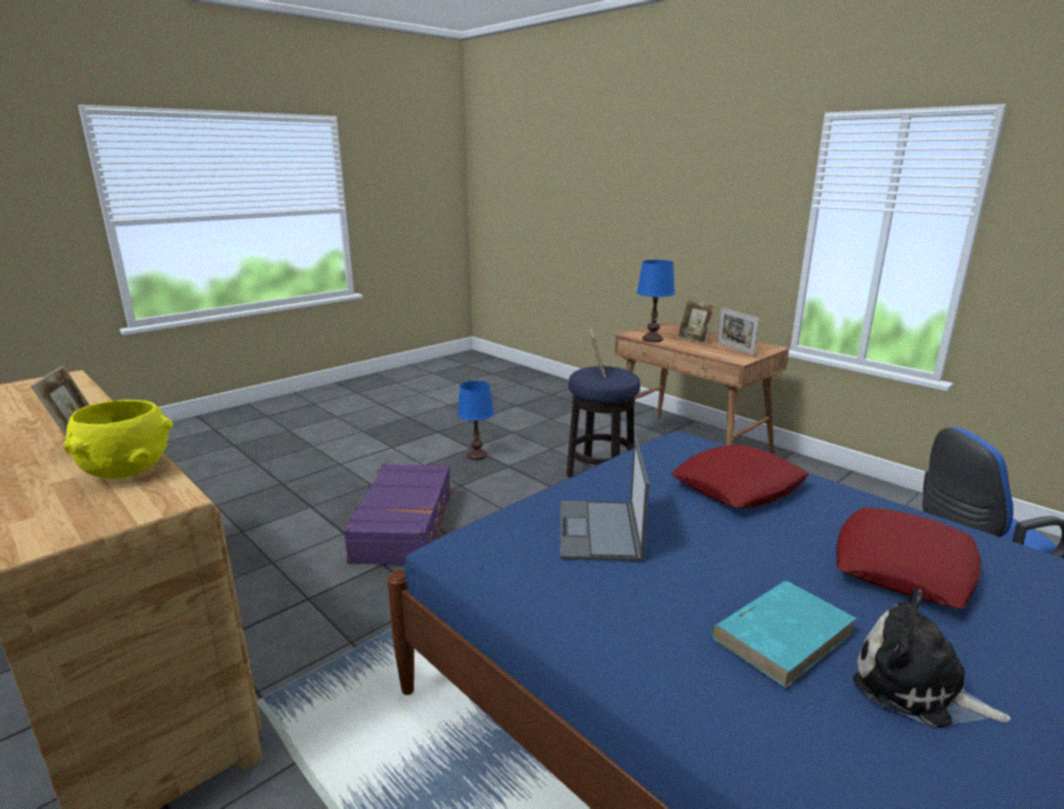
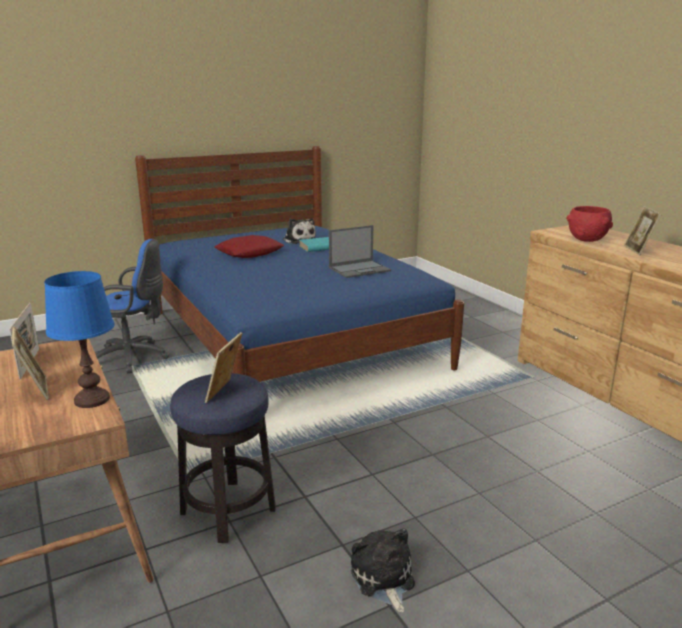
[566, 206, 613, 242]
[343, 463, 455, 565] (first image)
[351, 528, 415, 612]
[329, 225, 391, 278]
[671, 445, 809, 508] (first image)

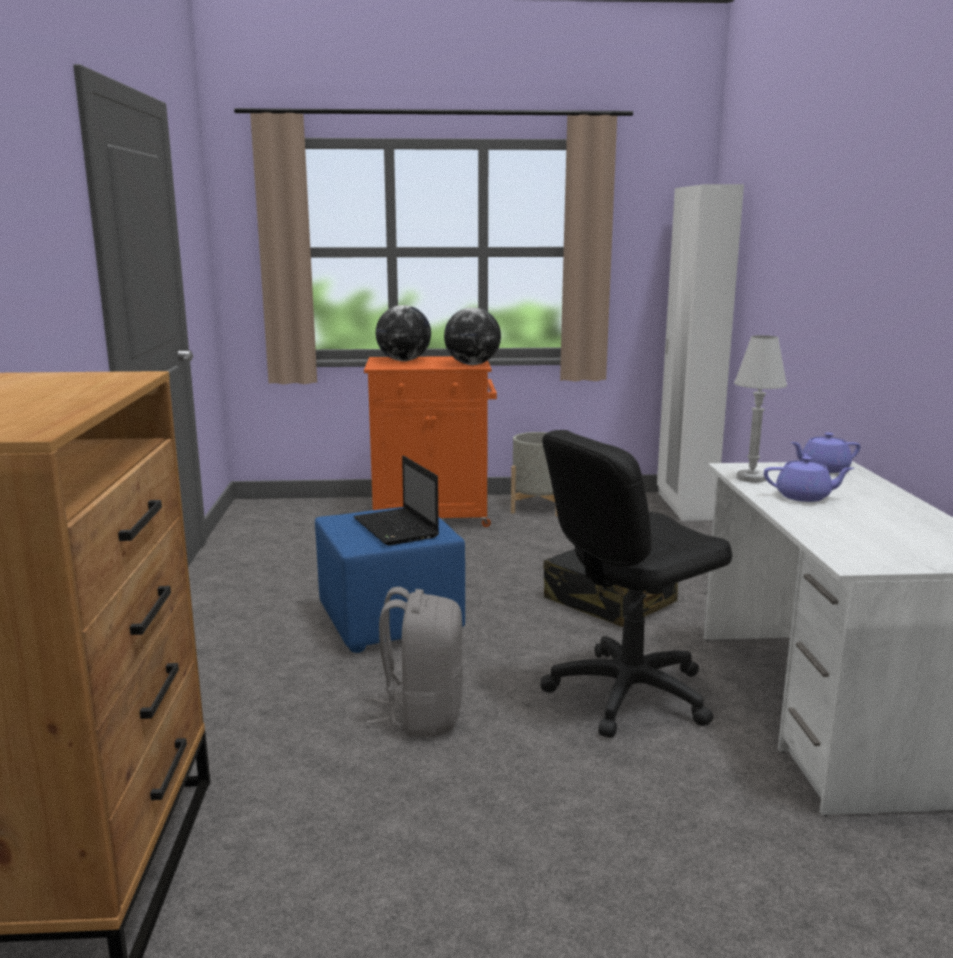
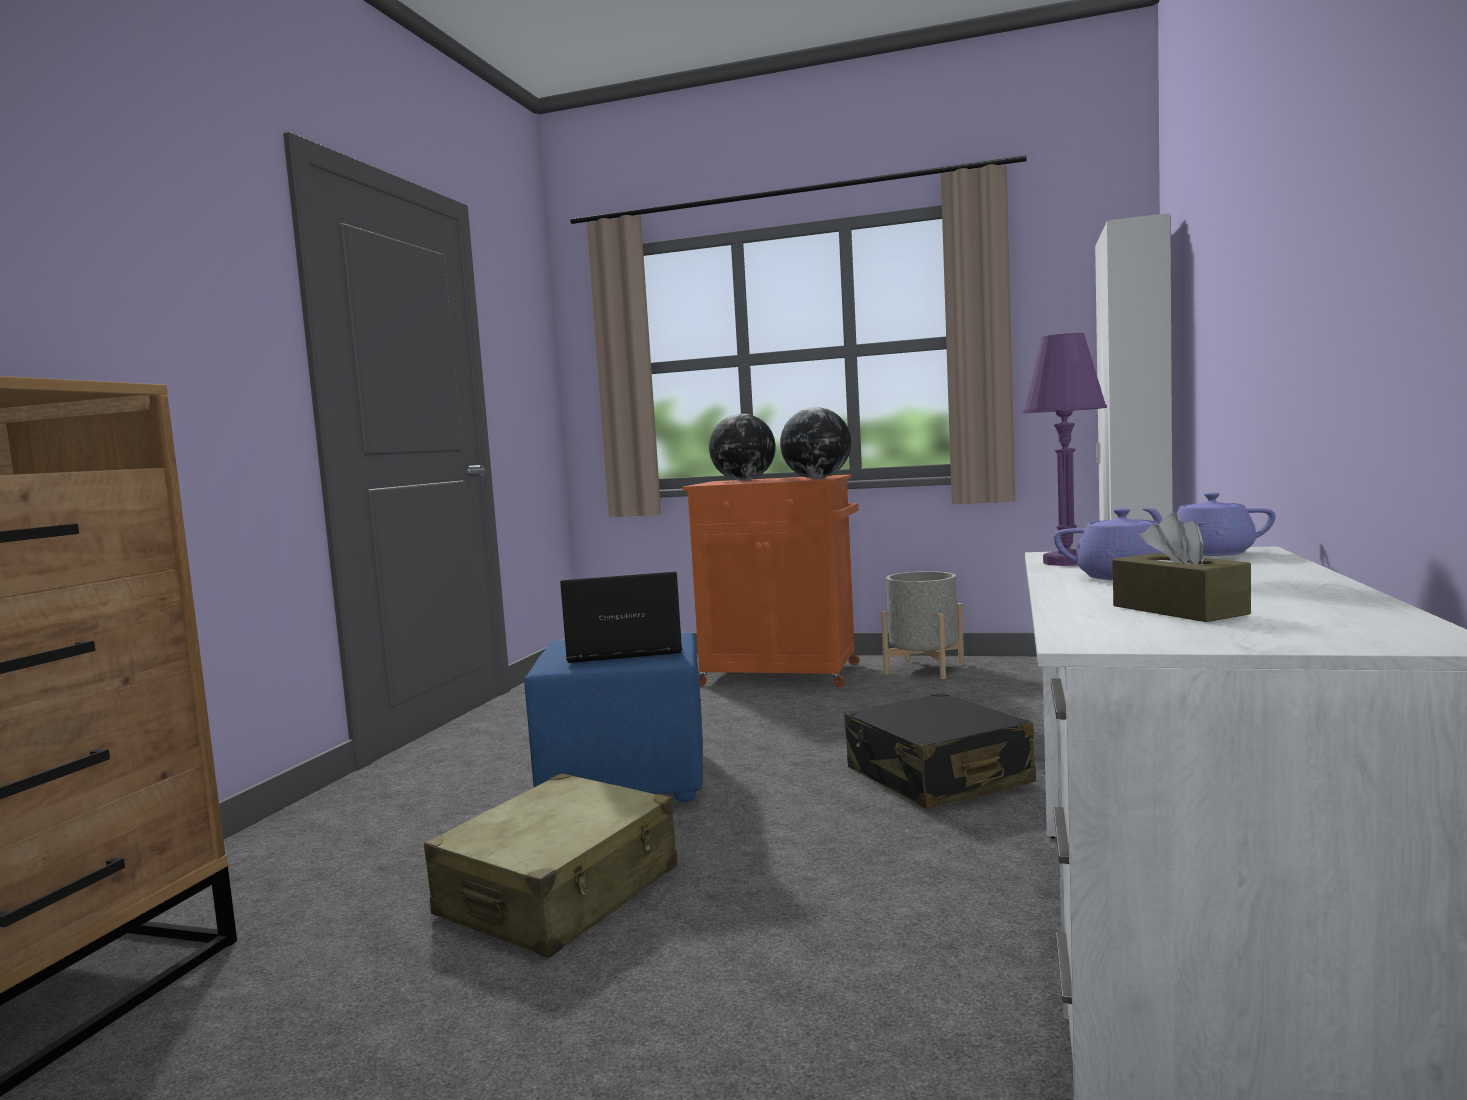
[560, 571, 682, 663]
[424, 773, 677, 958]
[541, 430, 732, 738] (first image)
[1023, 333, 1107, 566]
[1113, 513, 1251, 622]

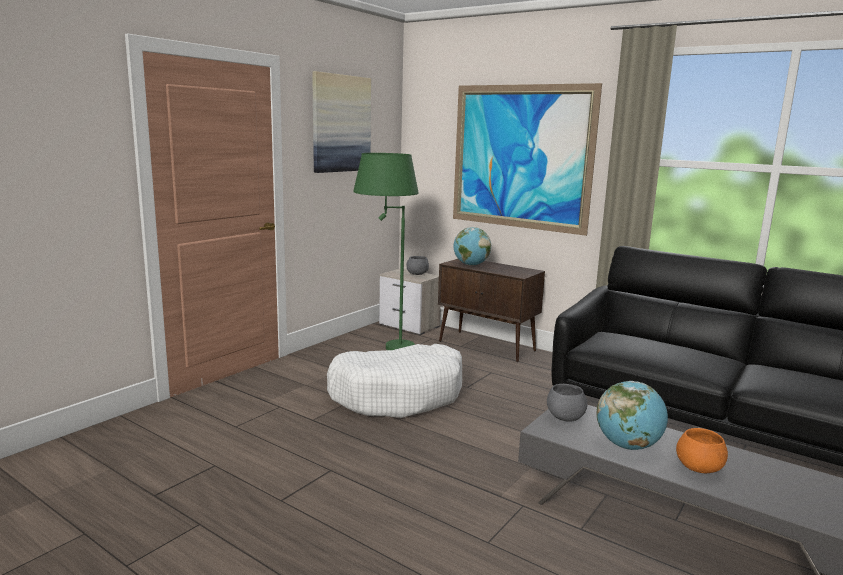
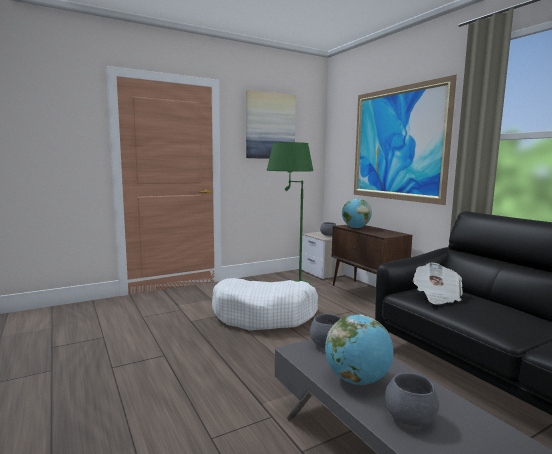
[385, 373, 439, 426]
[413, 263, 463, 305]

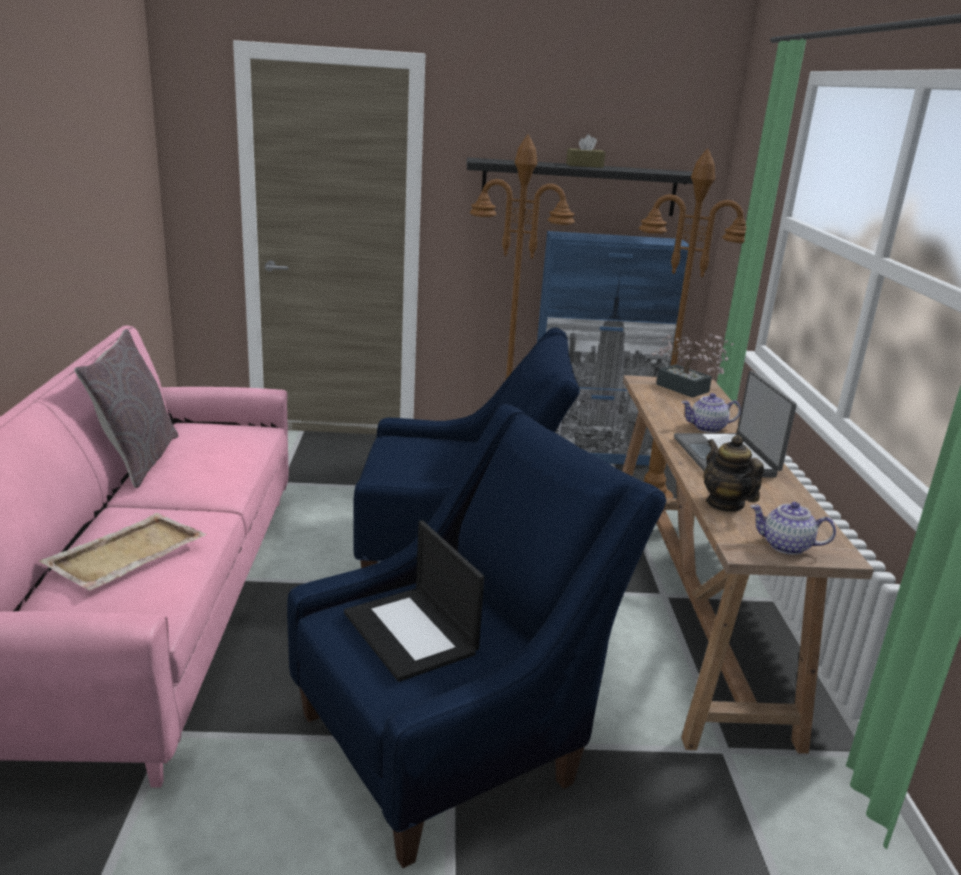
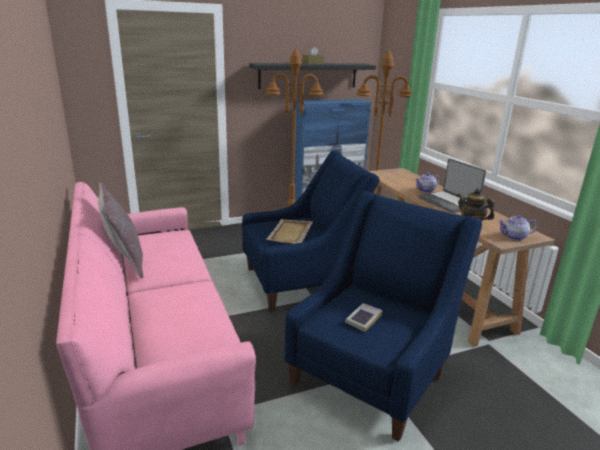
[266, 219, 313, 244]
[345, 303, 383, 332]
[651, 334, 734, 397] (first image)

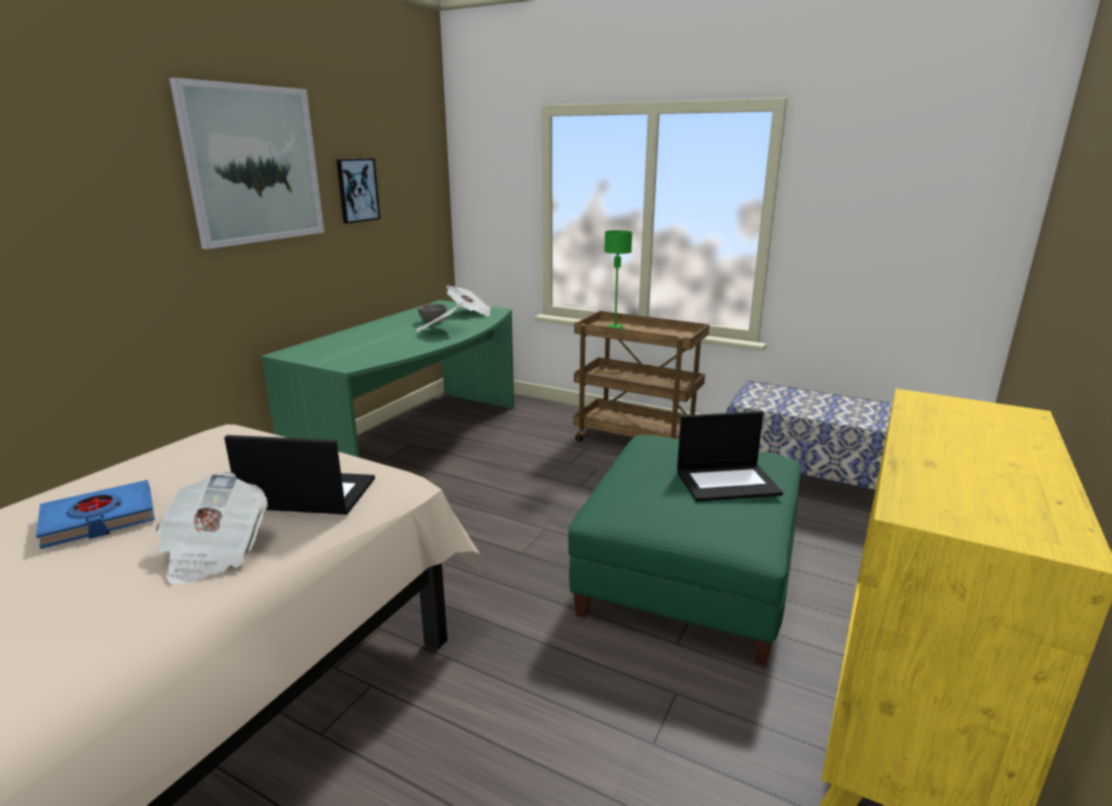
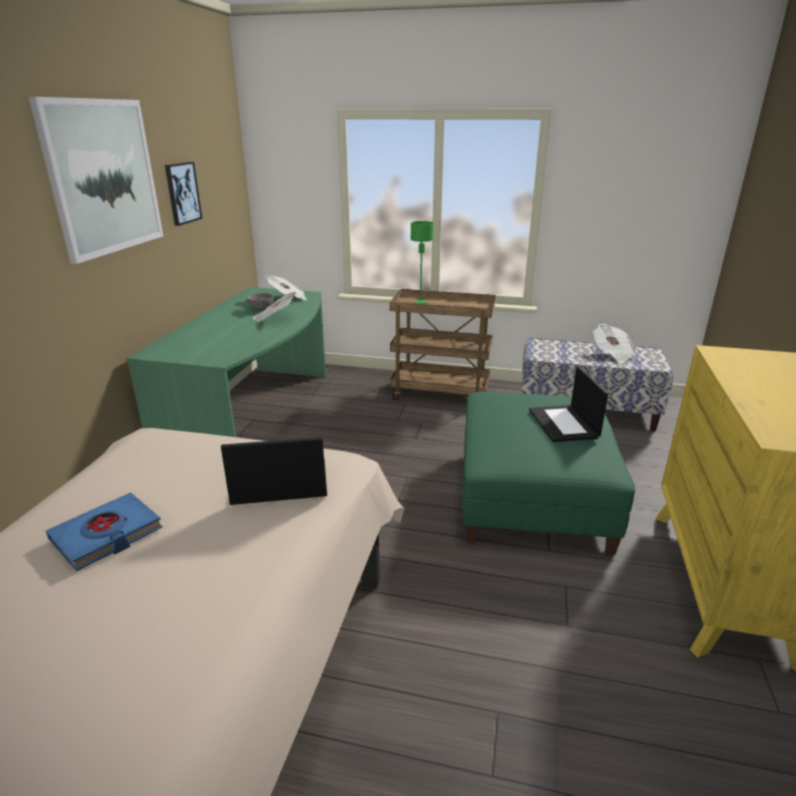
[593, 324, 637, 363]
[529, 366, 608, 442]

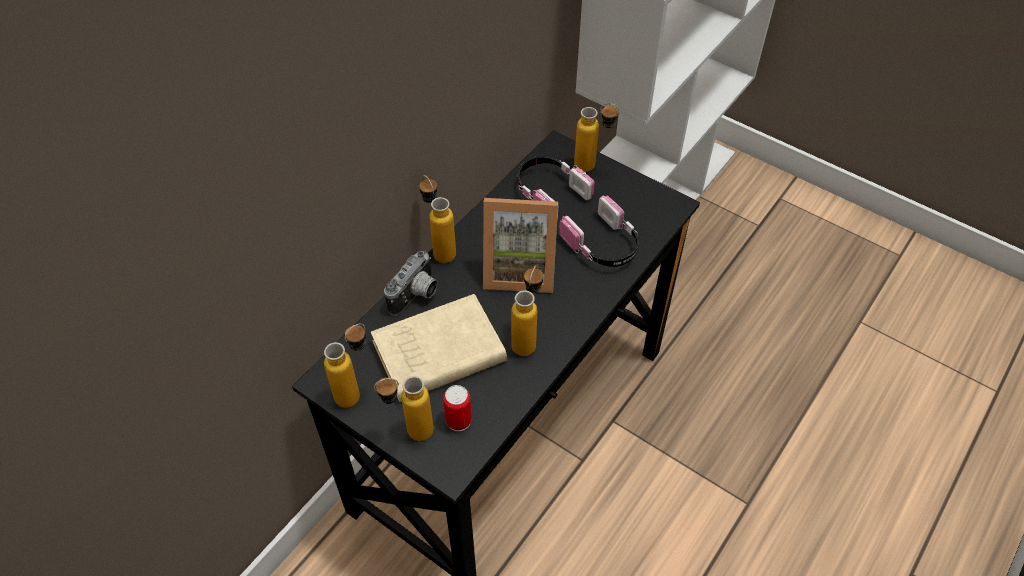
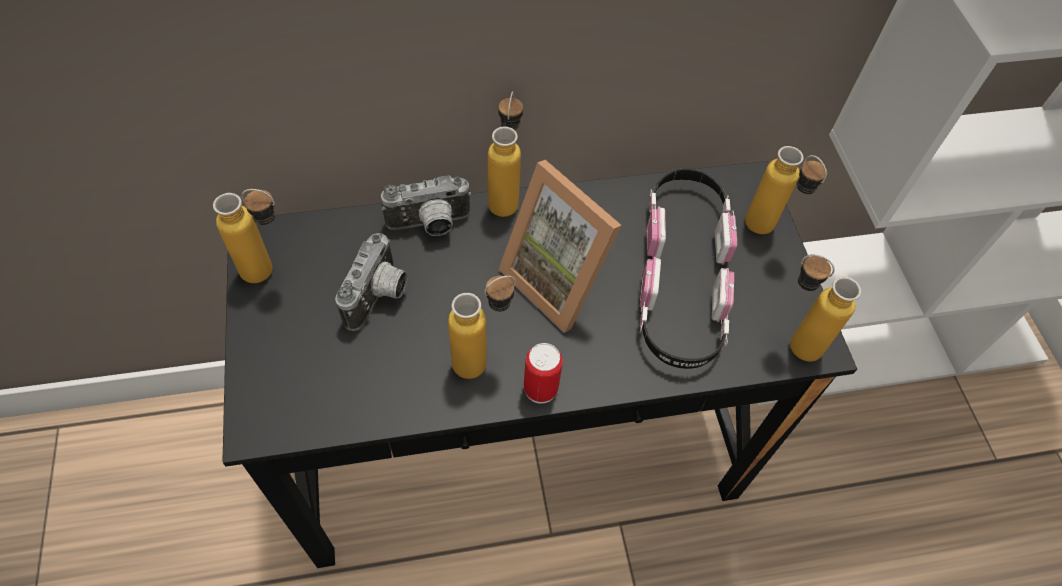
[335, 233, 407, 331]
[790, 254, 861, 361]
[524, 343, 563, 404]

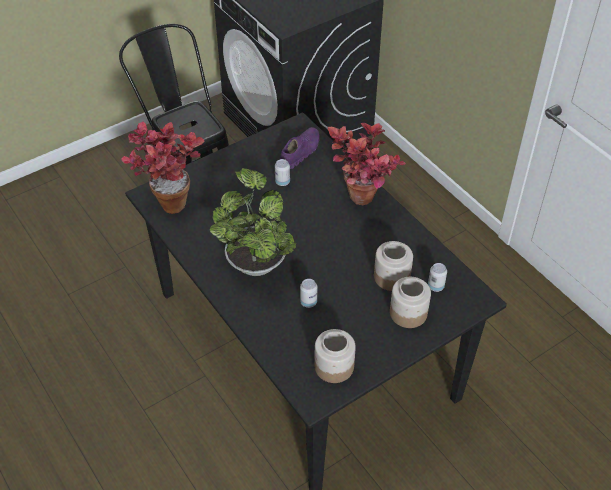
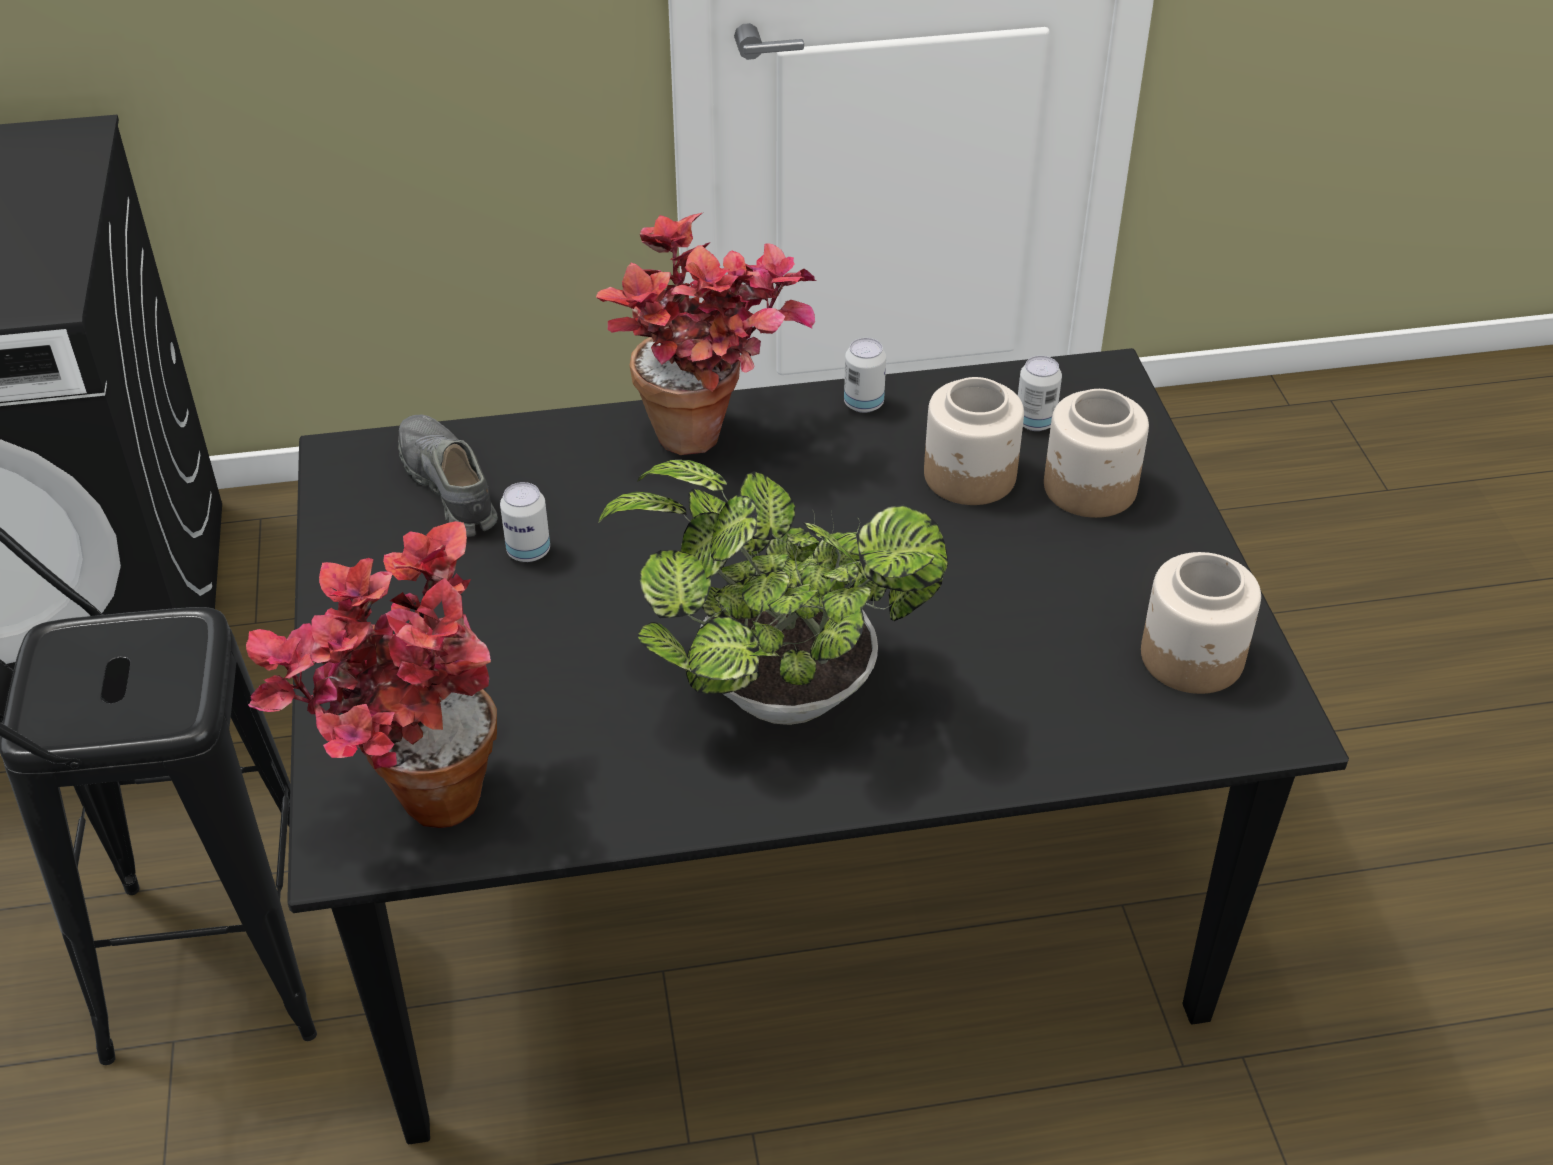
[398, 415, 498, 537]
[844, 338, 886, 413]

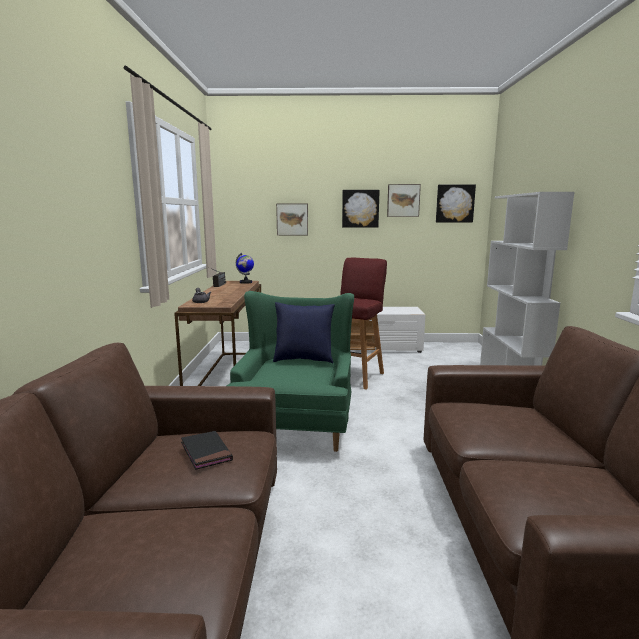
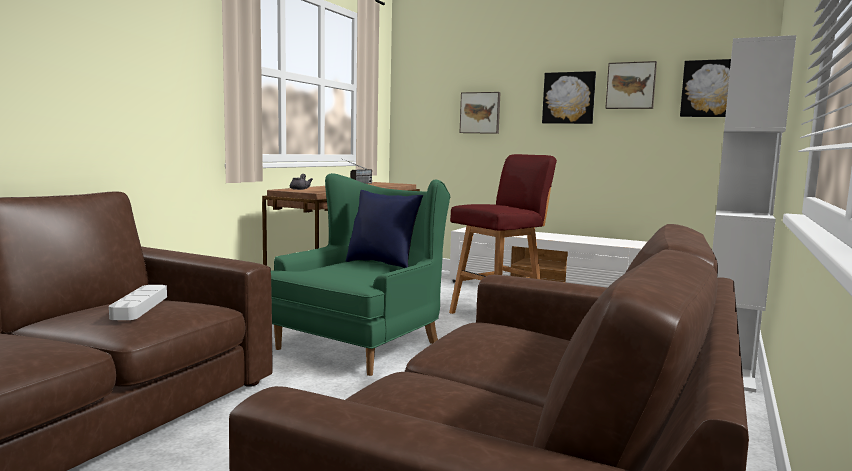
[109, 285, 167, 320]
[236, 253, 254, 284] (first image)

